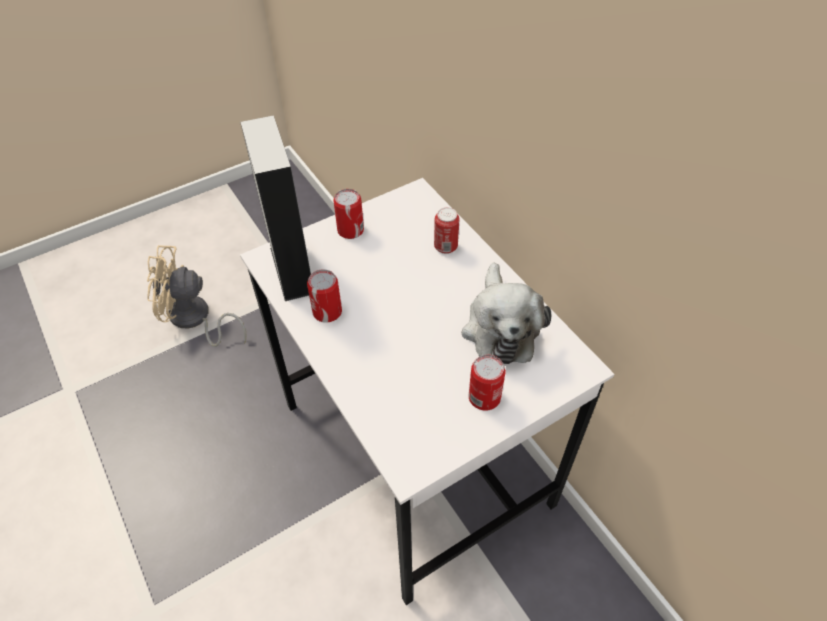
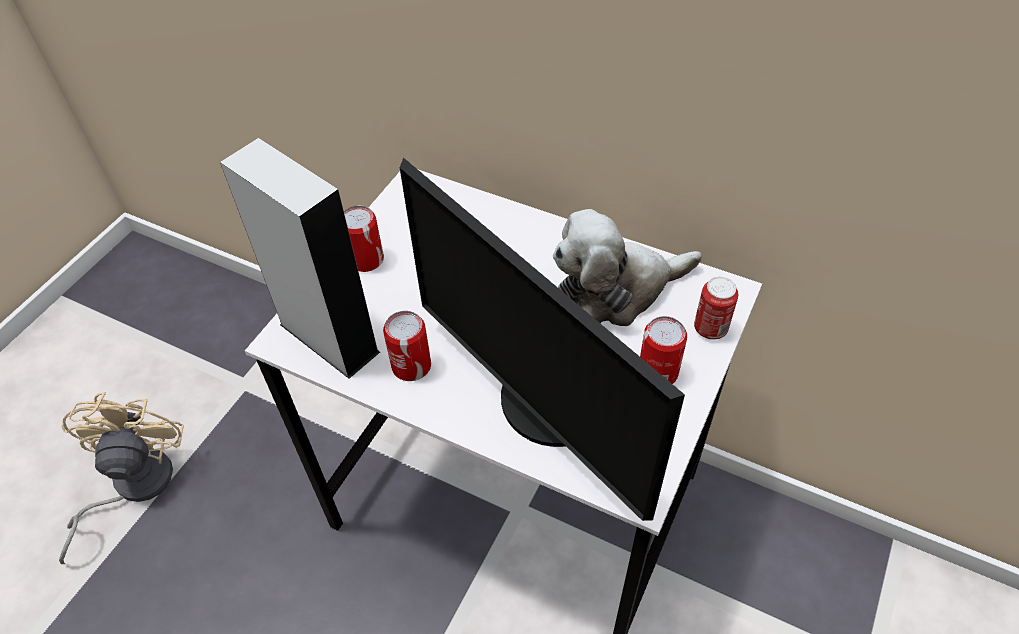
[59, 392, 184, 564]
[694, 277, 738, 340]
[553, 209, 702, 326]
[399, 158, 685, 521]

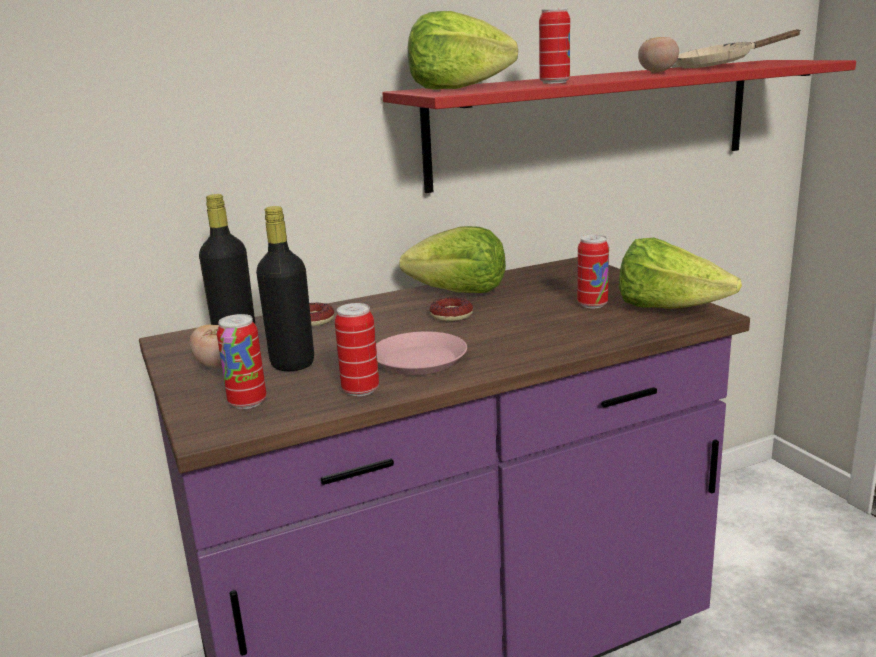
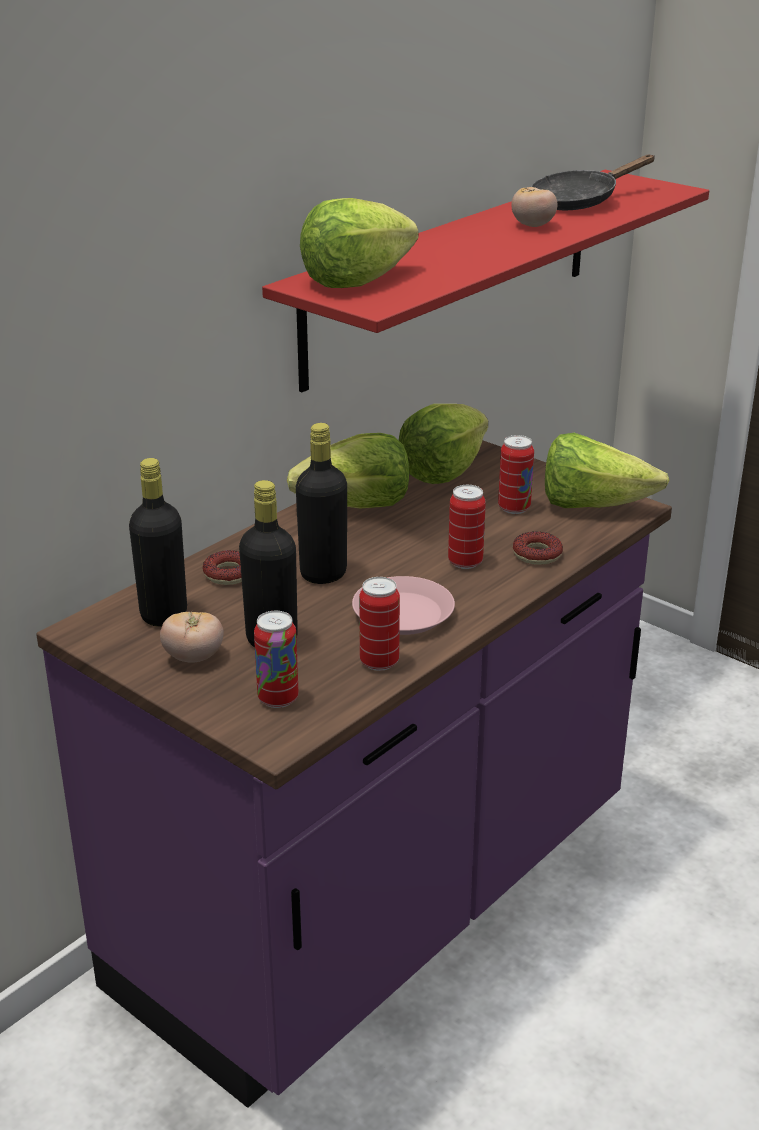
[513, 531, 563, 565]
[448, 485, 486, 569]
[531, 155, 655, 210]
[296, 423, 347, 584]
[399, 404, 488, 484]

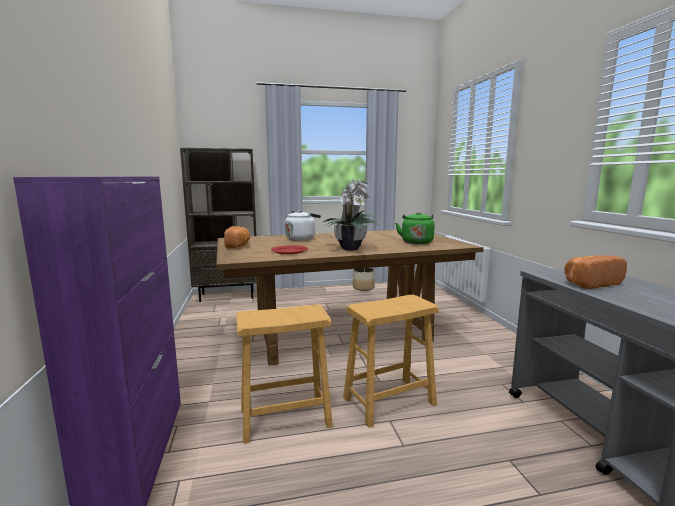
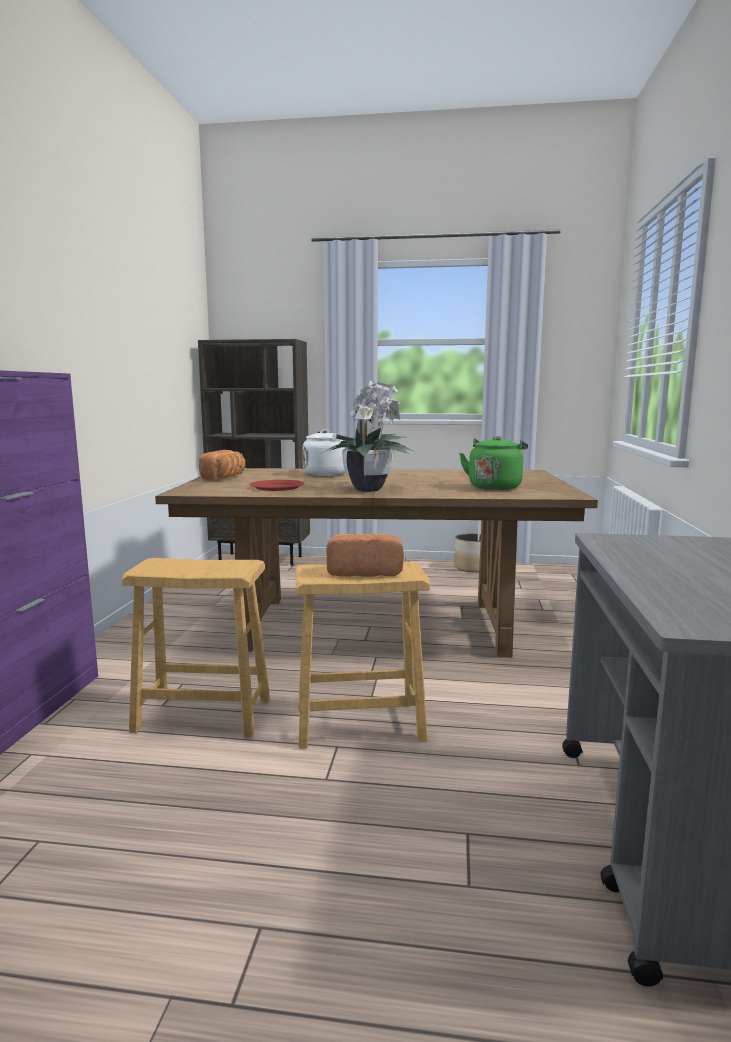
[326, 534, 404, 577]

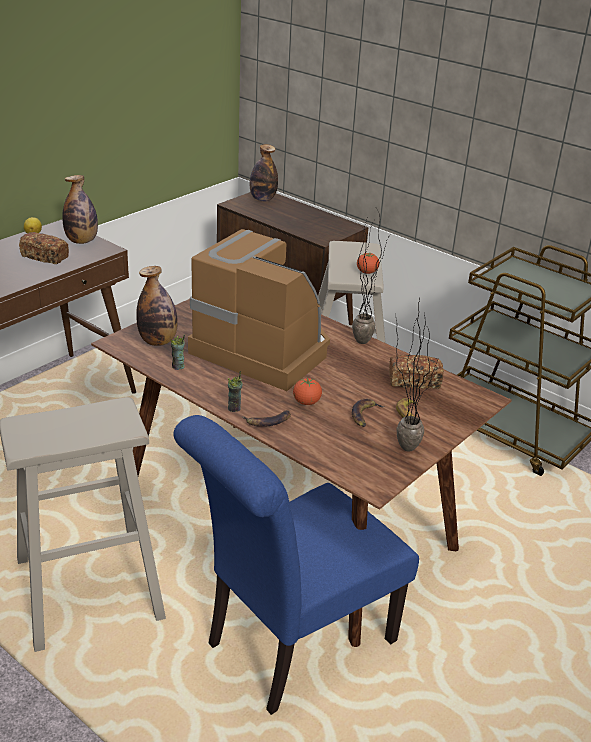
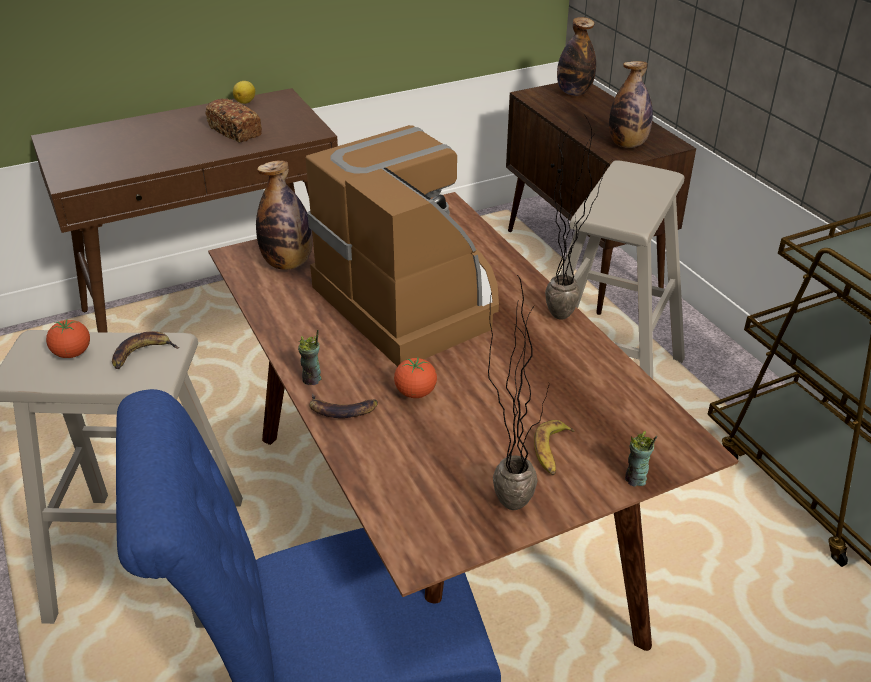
[609, 61, 653, 148]
[625, 431, 657, 487]
[112, 331, 180, 369]
[46, 319, 90, 358]
[389, 355, 444, 389] (first image)

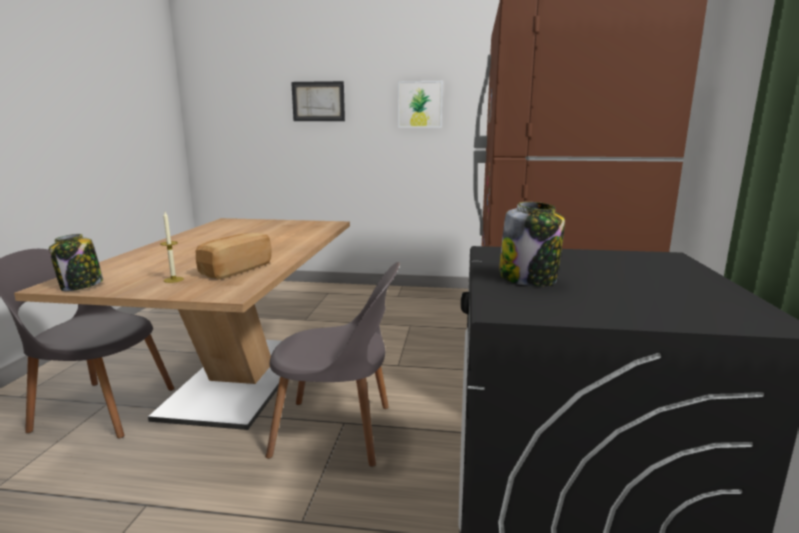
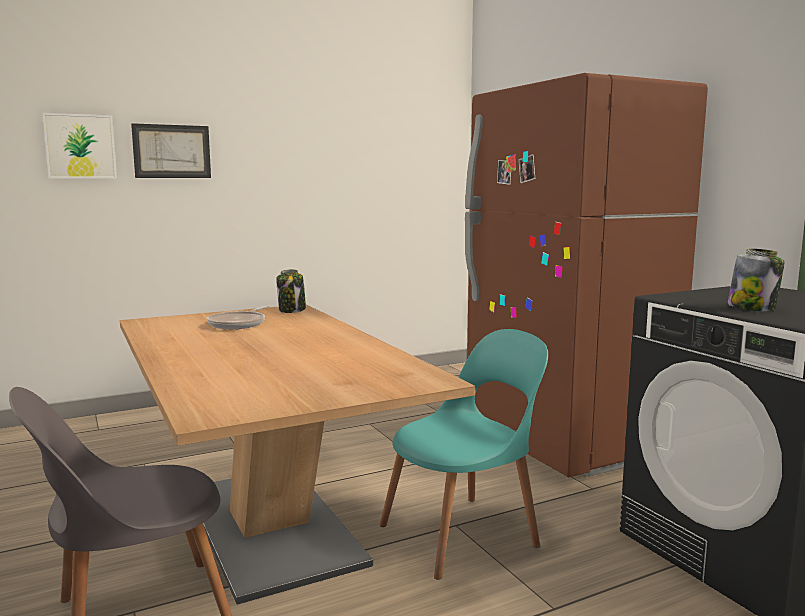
[276, 269, 306, 313]
[160, 212, 184, 283] (first image)
[196, 233, 272, 280] (first image)
[379, 329, 548, 580]
[42, 113, 117, 179]
[207, 305, 270, 329]

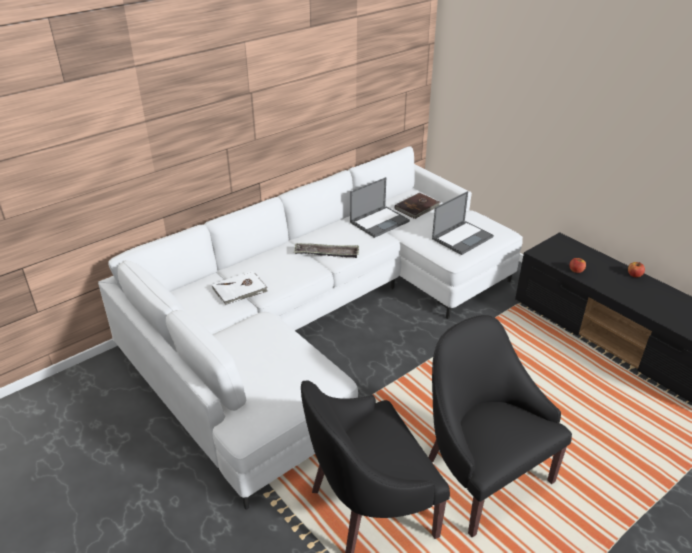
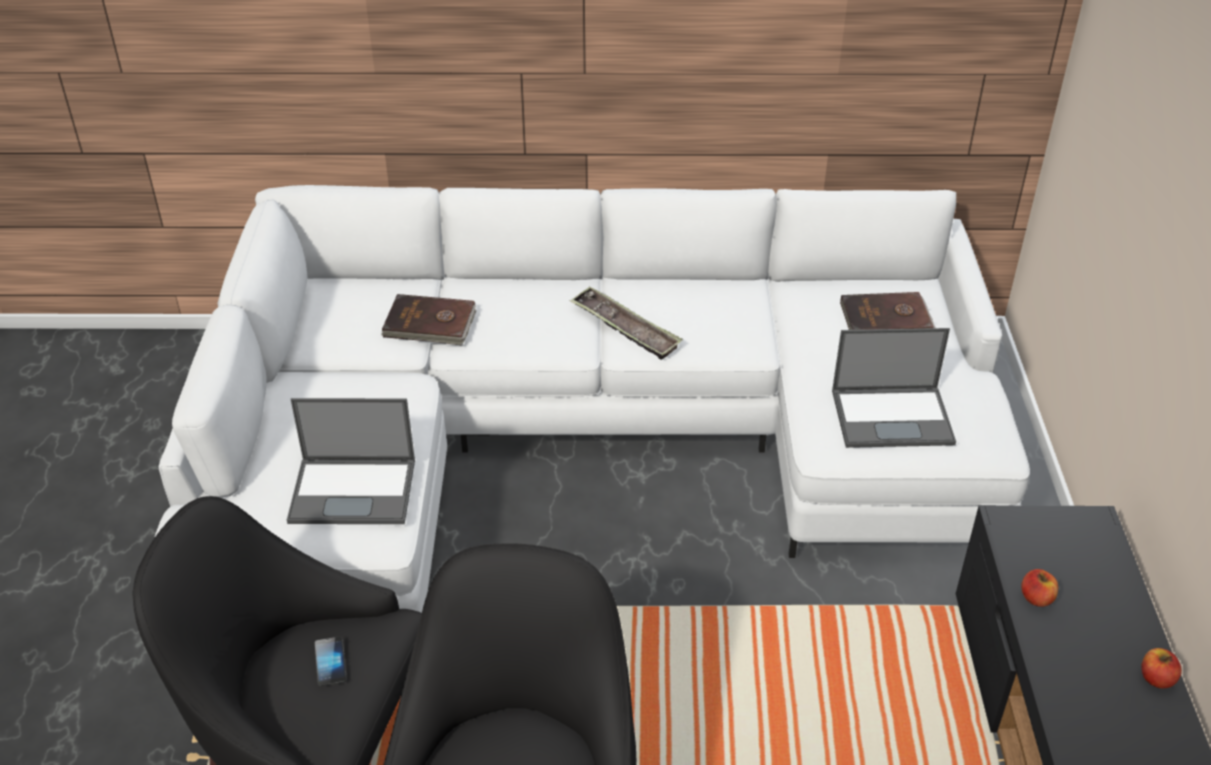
[381, 294, 477, 345]
[287, 398, 415, 524]
[315, 636, 347, 687]

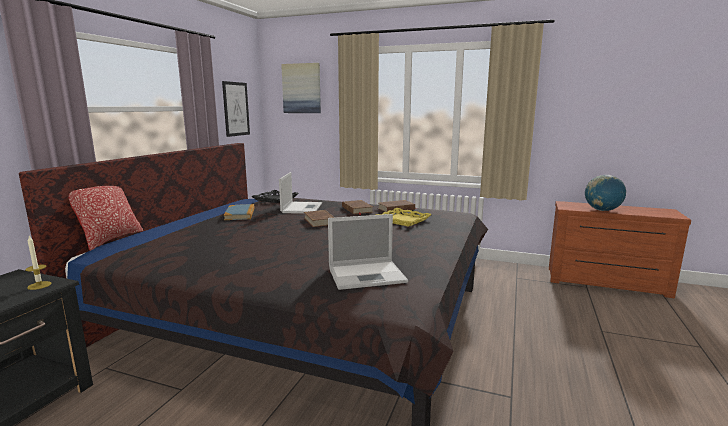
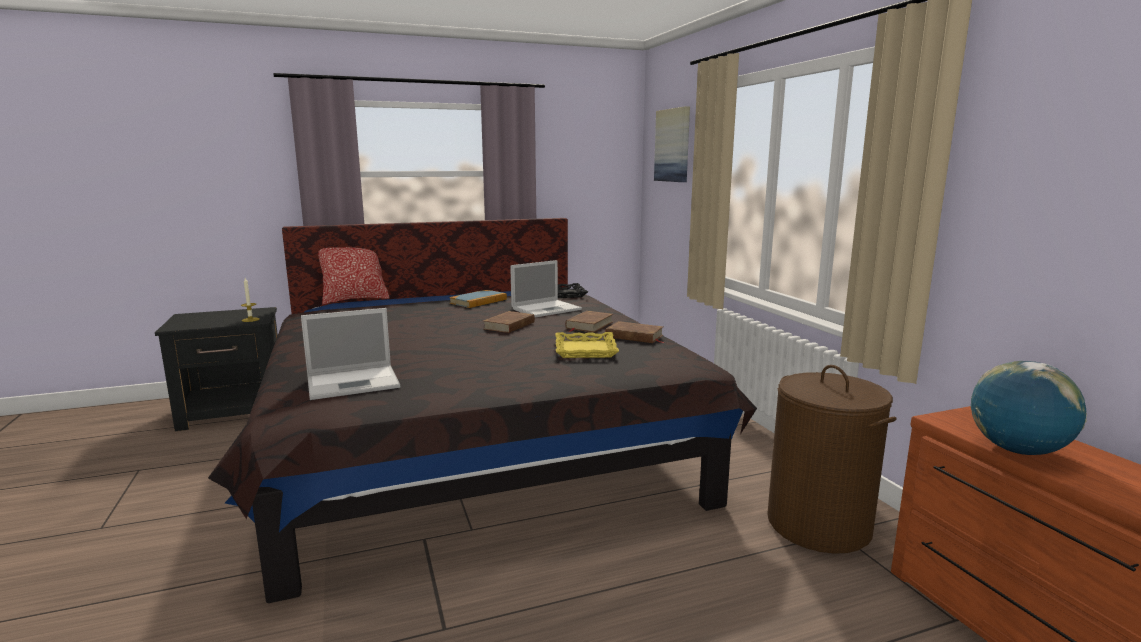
[222, 81, 250, 137] (first image)
[301, 308, 400, 400]
[767, 365, 897, 554]

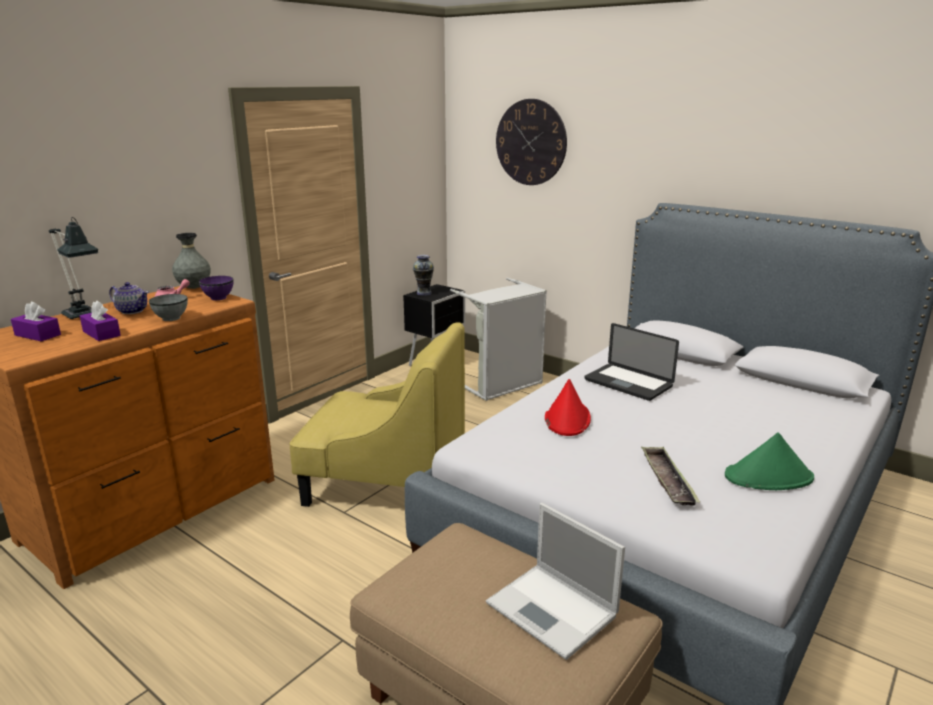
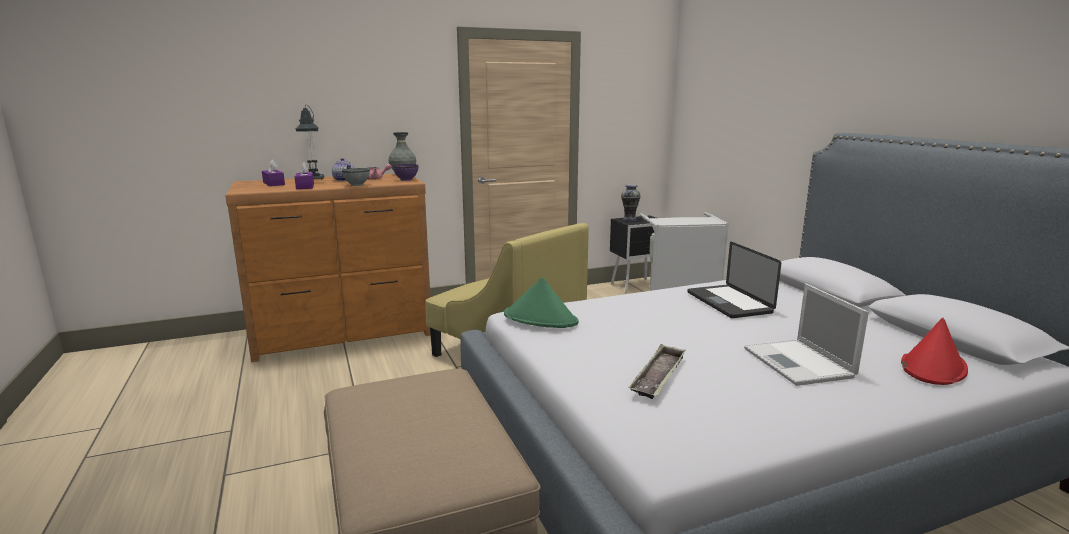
[744, 283, 869, 386]
[496, 99, 567, 185] (first image)
[901, 318, 968, 385]
[504, 277, 579, 328]

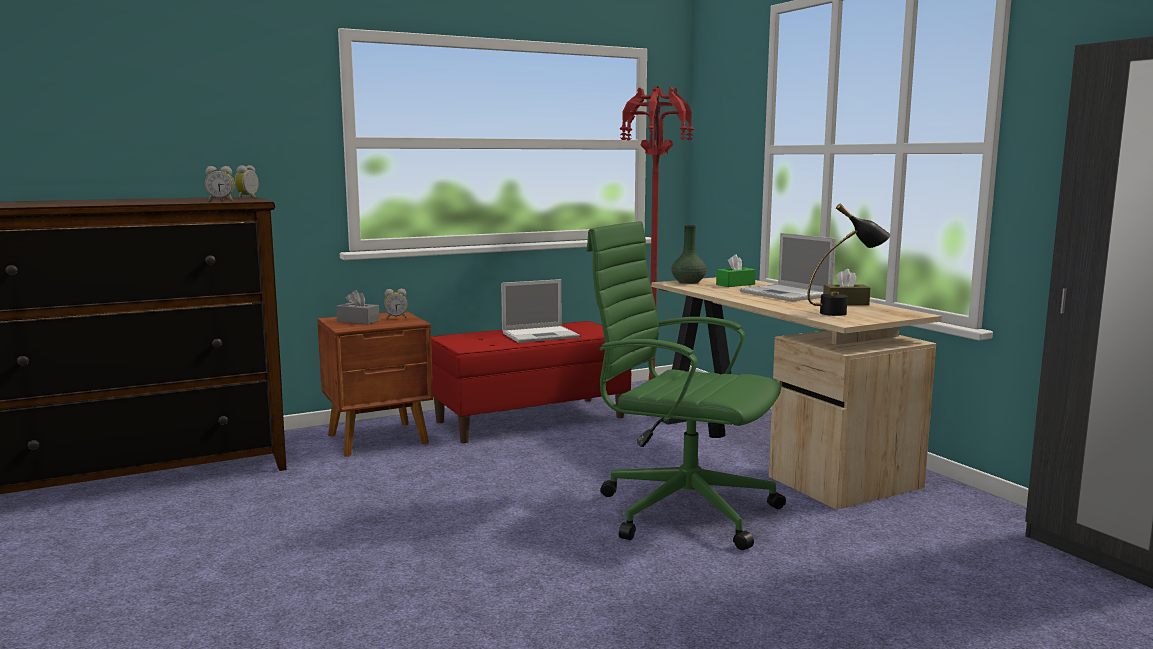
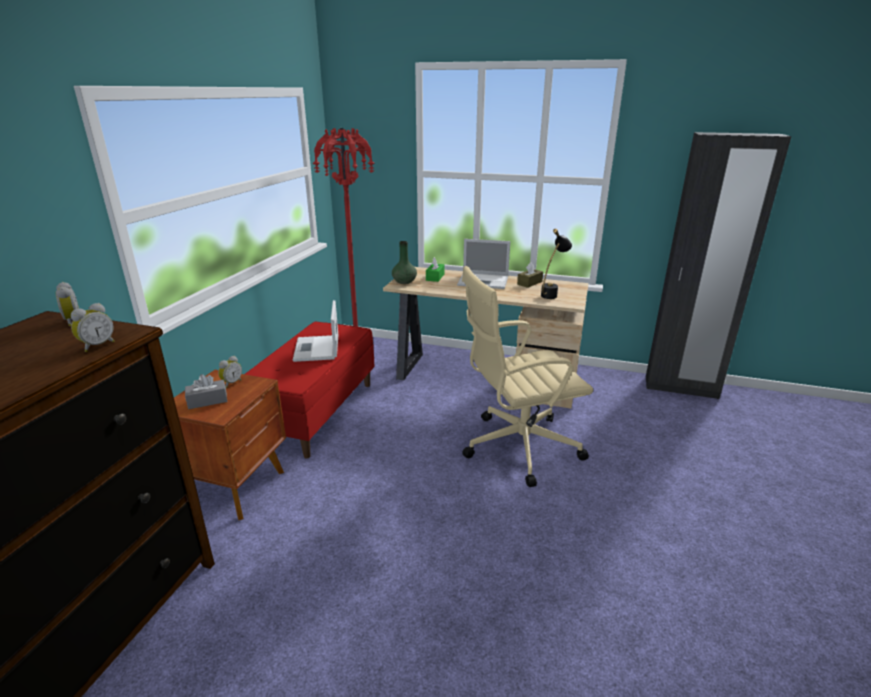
[293, 300, 338, 362]
[462, 266, 593, 487]

